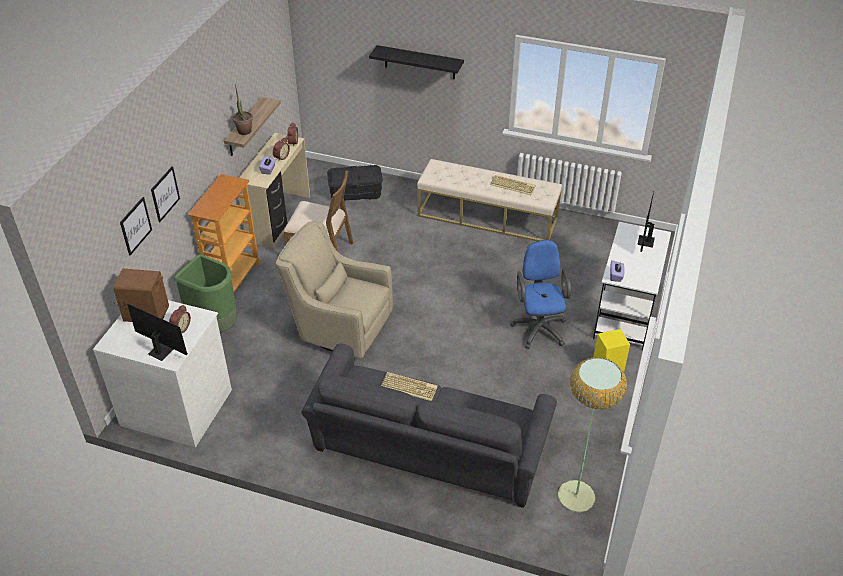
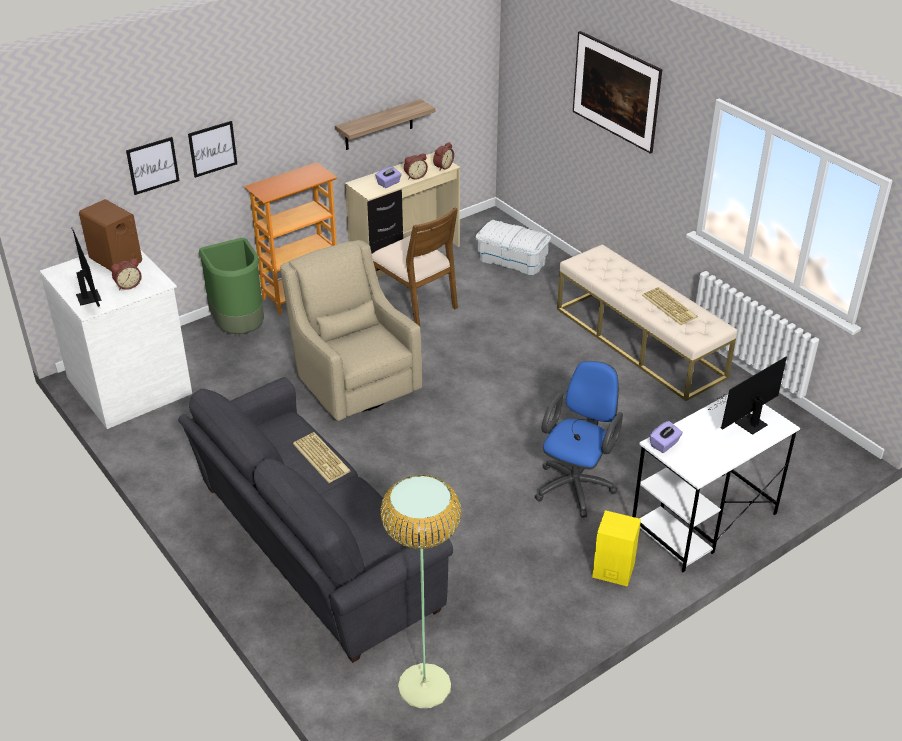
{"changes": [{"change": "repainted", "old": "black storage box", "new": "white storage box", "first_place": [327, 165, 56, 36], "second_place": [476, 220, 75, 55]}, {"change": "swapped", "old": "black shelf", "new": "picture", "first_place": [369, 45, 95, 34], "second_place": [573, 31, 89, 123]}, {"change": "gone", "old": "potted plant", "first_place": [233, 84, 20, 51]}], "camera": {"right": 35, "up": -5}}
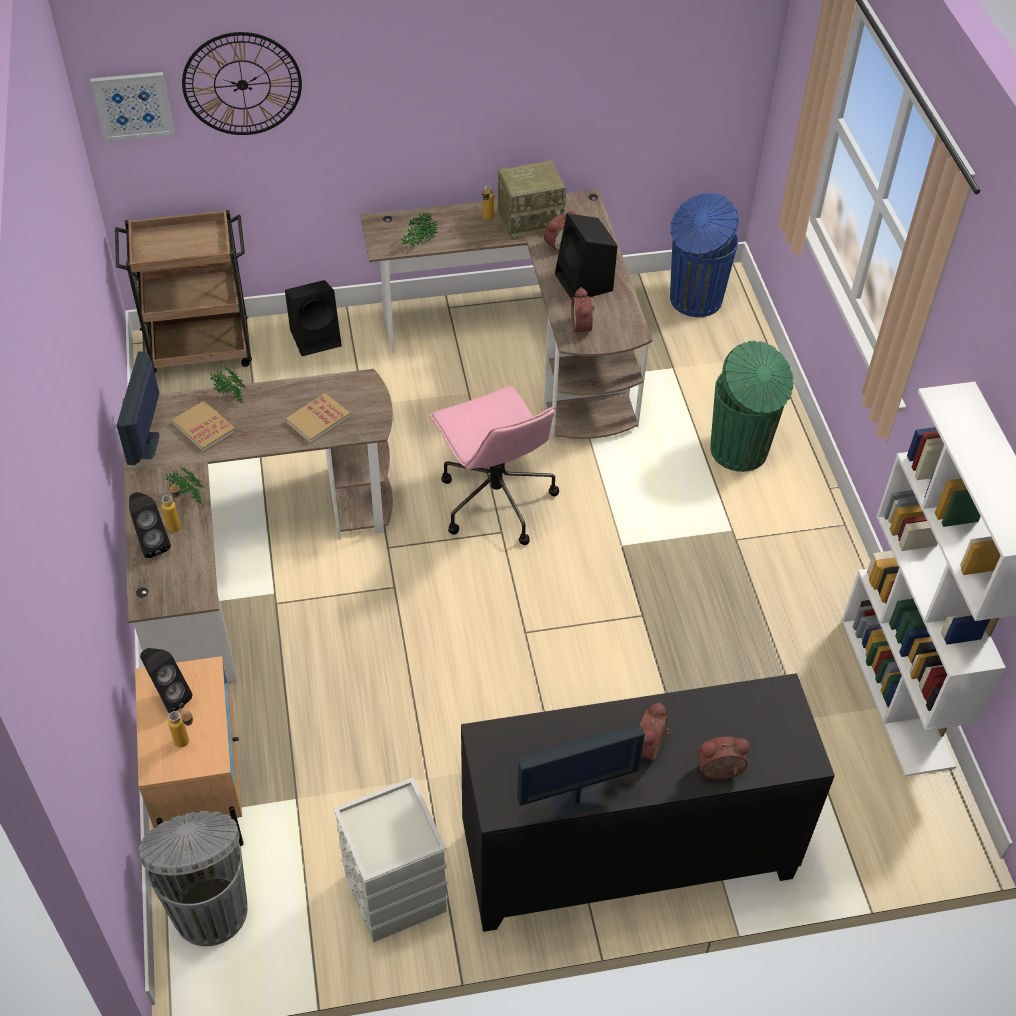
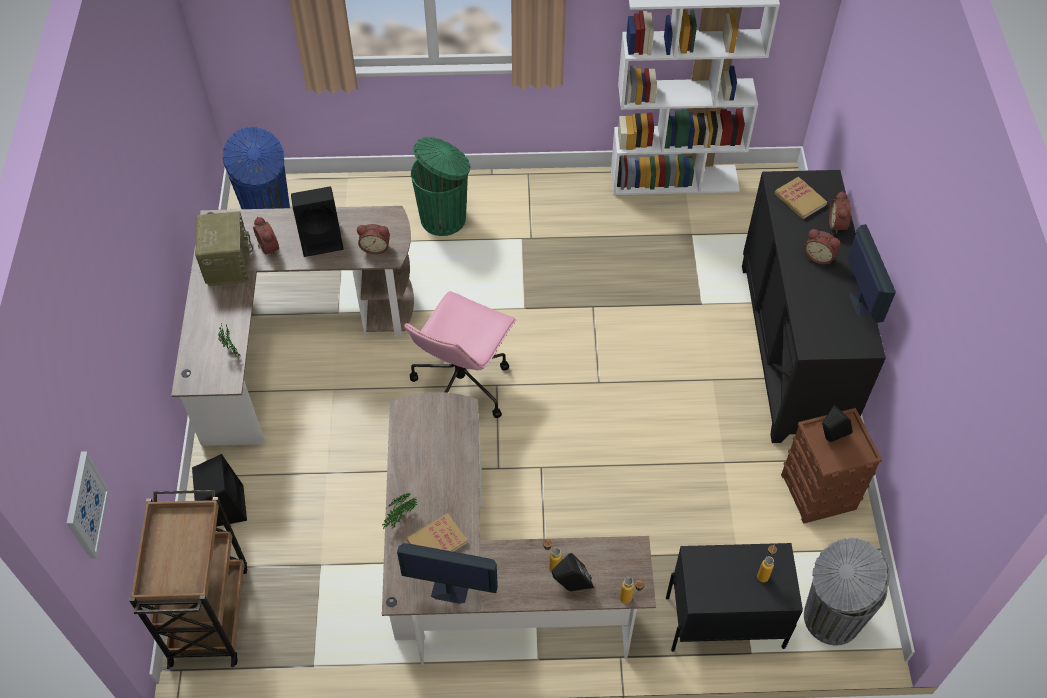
{"changes": [{"change": "rotated", "old": "pink office chair", "first_place": [430, 386, 129, 159], "second_place": [404, 291, 113, 127], "degrees": 135}, {"change": "shifted", "old": "bottle", "first_place": [482, 185, 12, 35], "second_place": [620, 577, 25, 26]}, {"change": "repainted", "old": "beige nightstand", "new": "black nightstand", "first_place": [135, 656, 109, 190], "second_place": [666, 543, 137, 109]}, {"change": "shifted", "old": "book", "first_place": [285, 393, 66, 50], "second_place": [774, 177, 53, 42]}, {"change": "repainted", "old": "grey storage box", "new": "brown storage box", "first_place": [333, 777, 115, 165], "second_place": [781, 408, 101, 116]}, {"change": "shifted", "old": "black speaker", "first_place": [140, 648, 52, 65], "second_place": [822, 405, 31, 37]}, {"change": "gone", "old": "potted plant", "first_place": [165, 466, 40, 38]}, {"change": "gone", "old": "wall clock", "first_place": [182, 32, 120, 103]}], "camera": {"right": -80, "up": 5}}
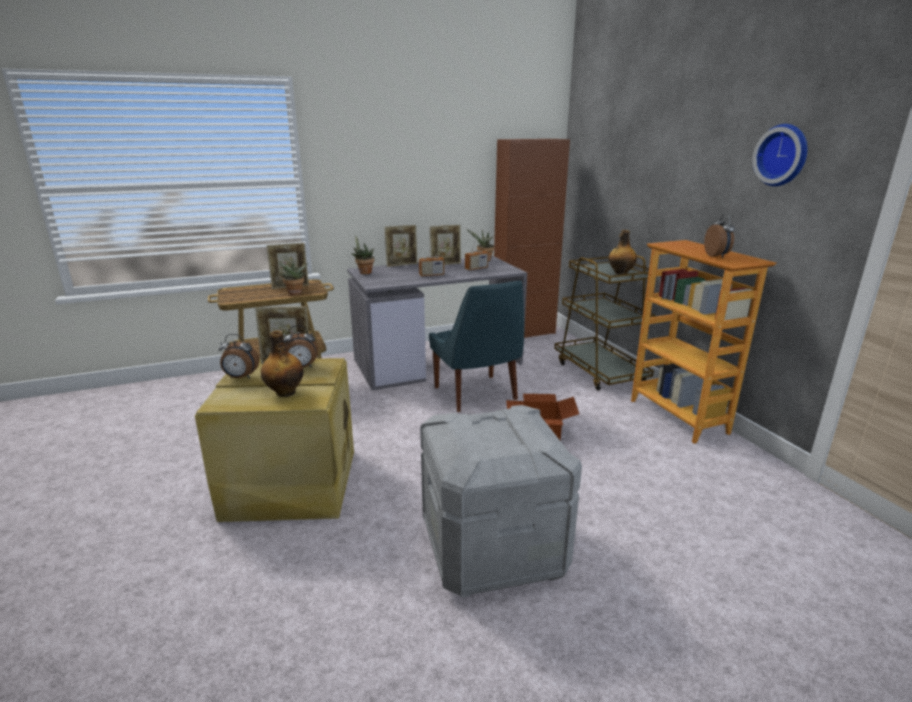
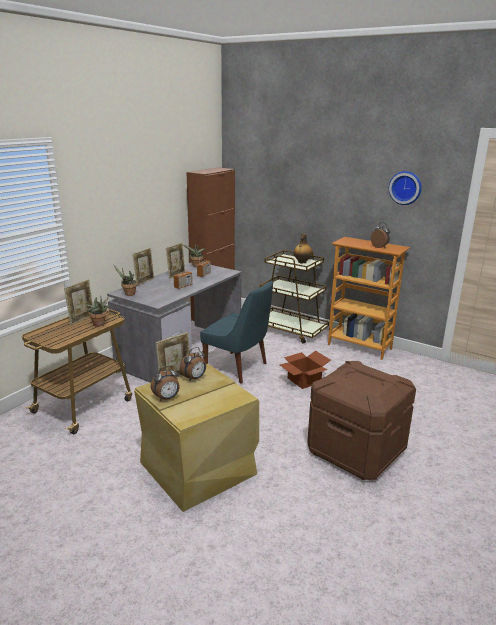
{"changes": [{"change": "repainted", "old": "grey storage box", "new": "brown storage box", "first_place": [420, 405, 162, 192], "second_place": [307, 361, 109, 119]}, {"change": "gone", "old": "bottle", "first_place": [261, 330, 43, 67]}], "camera": {"right": -35, "up": 0}}
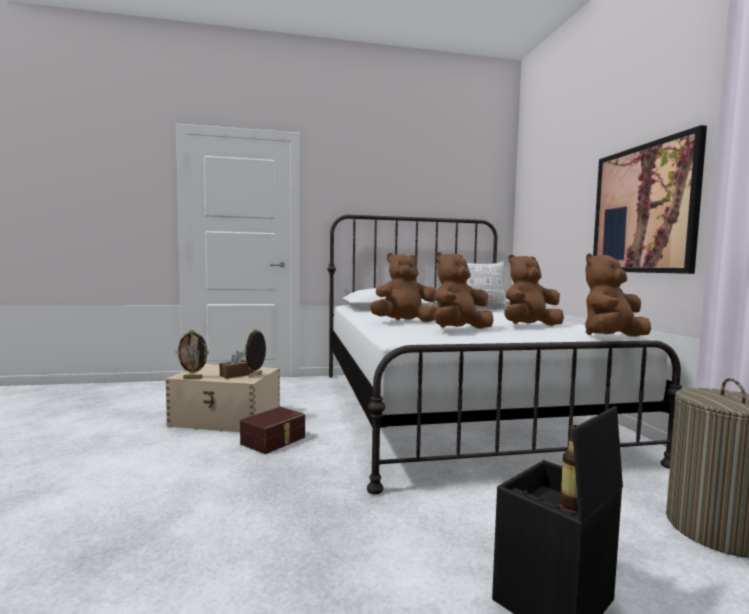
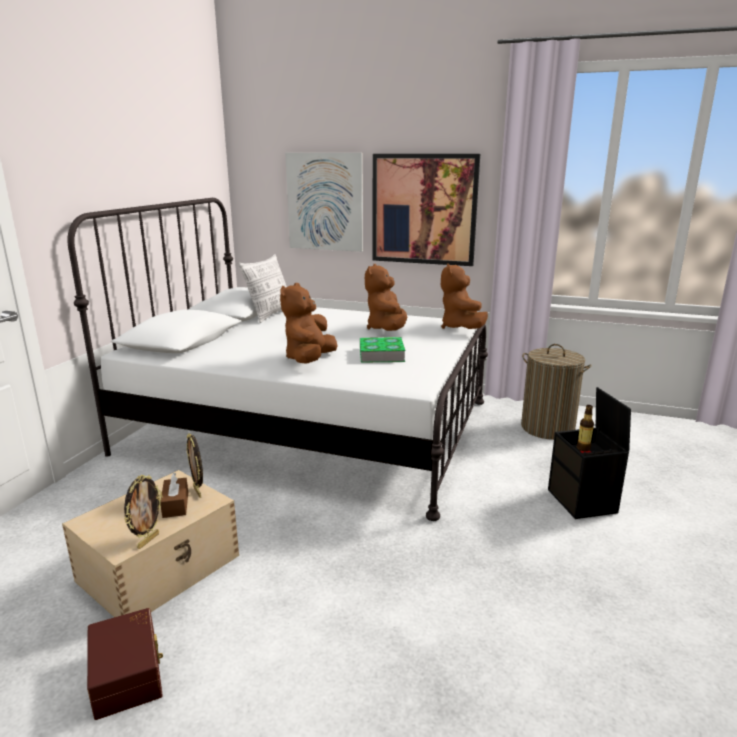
{"changes": [{"change": "shifted", "old": "brown storage box", "first_place": [240, 407, 65, 47], "second_place": [87, 608, 76, 112]}, {"change": "new", "new": "picture", "second_place": [285, 153, 78, 99]}, {"change": "swapped", "old": "brown plush toy", "new": "book", "first_place": [434, 252, 60, 77], "second_place": [360, 337, 46, 26]}], "camera": {"right": -60, "up": 15}}
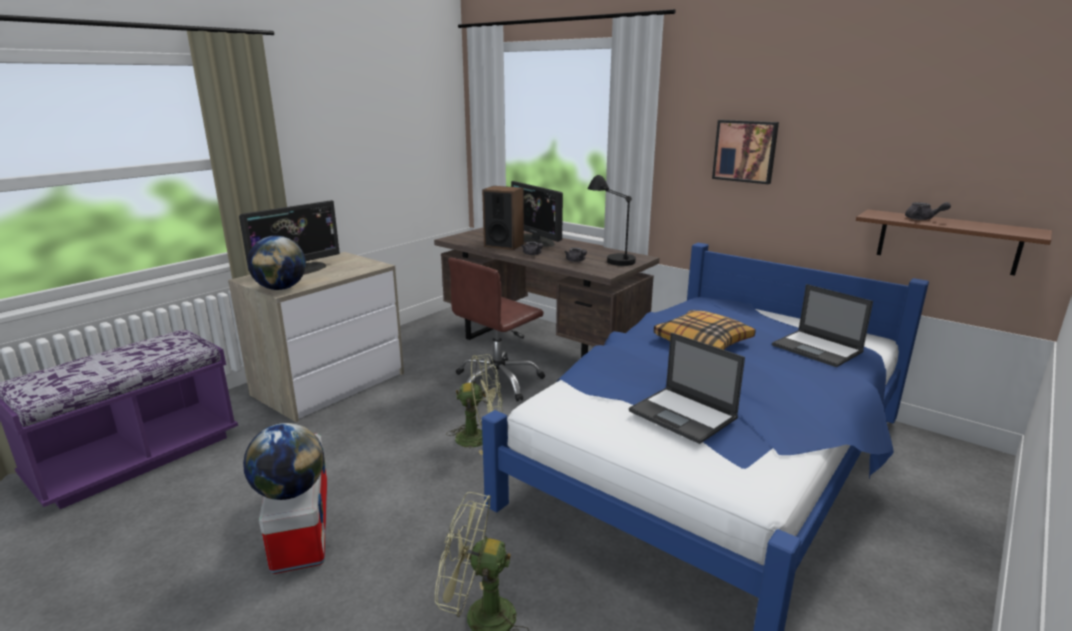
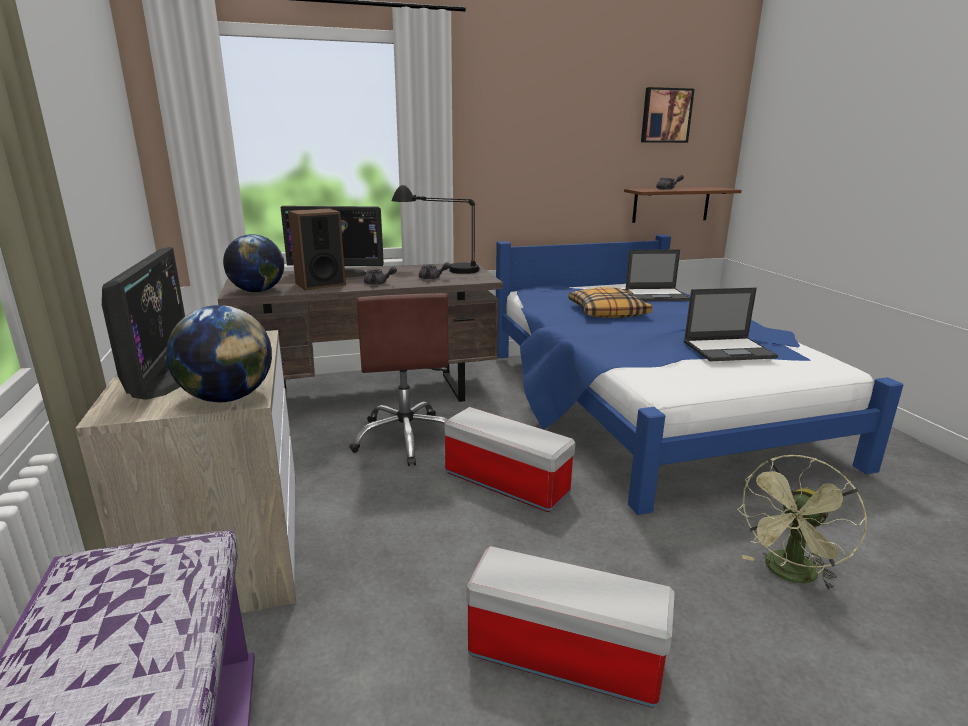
{"changes": [{"change": "shifted", "old": "globe", "first_place": [243, 423, 81, 77], "second_place": [223, 234, 61, 58]}, {"change": "swapped", "old": "green fan", "new": "storage box", "first_place": [446, 354, 57, 101], "second_place": [444, 407, 131, 105]}, {"change": "shifted", "old": "picture", "first_place": [712, 120, 67, 64], "second_place": [641, 87, 54, 56]}], "camera": {"right": -55, "up": 0}}
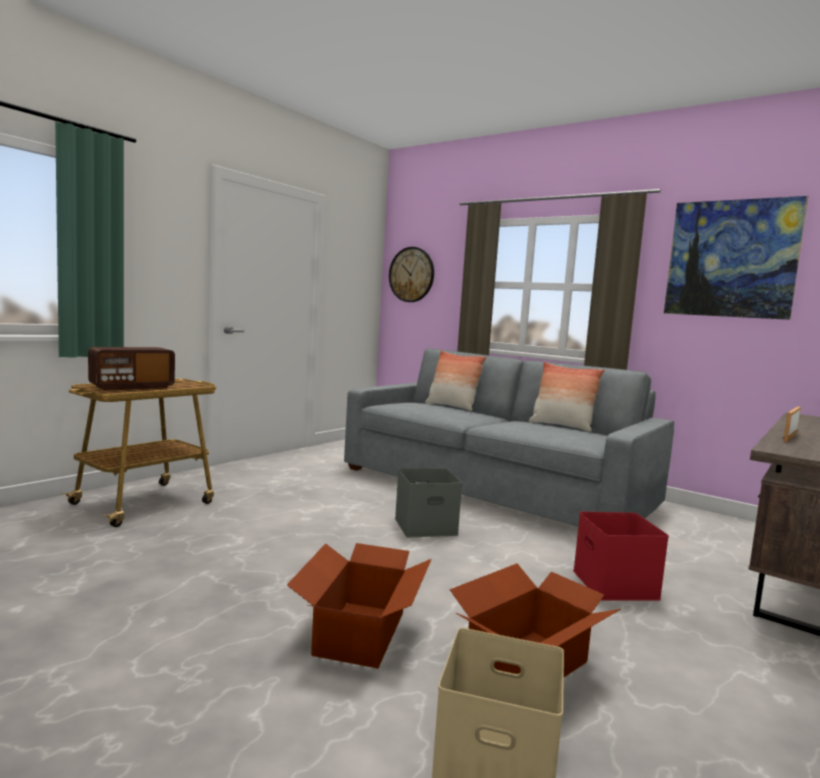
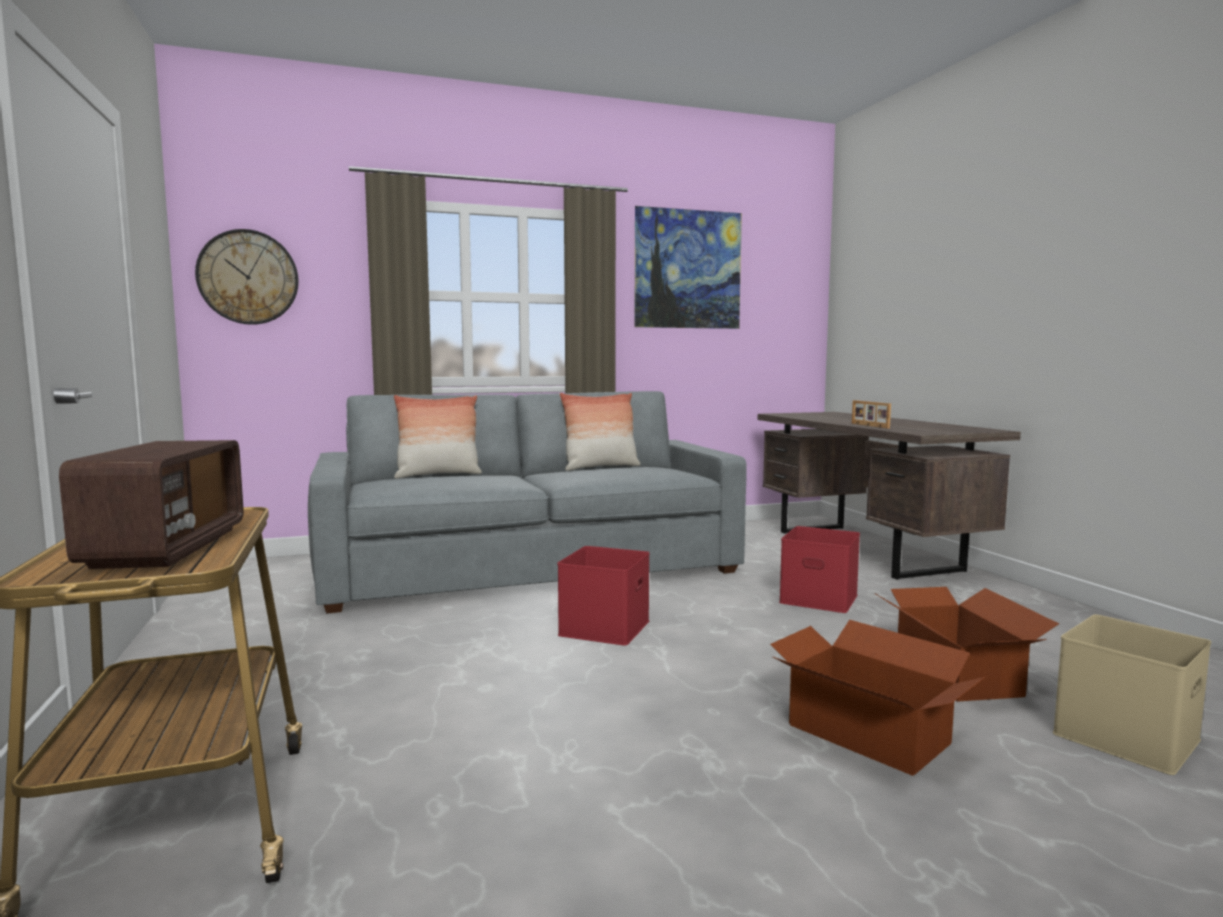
{"changes": [{"change": "repainted", "old": "grey storage box", "new": "red storage box", "first_place": [395, 468, 67, 69], "second_place": [557, 546, 93, 100]}], "camera": {"right": -55, "up": 0}}
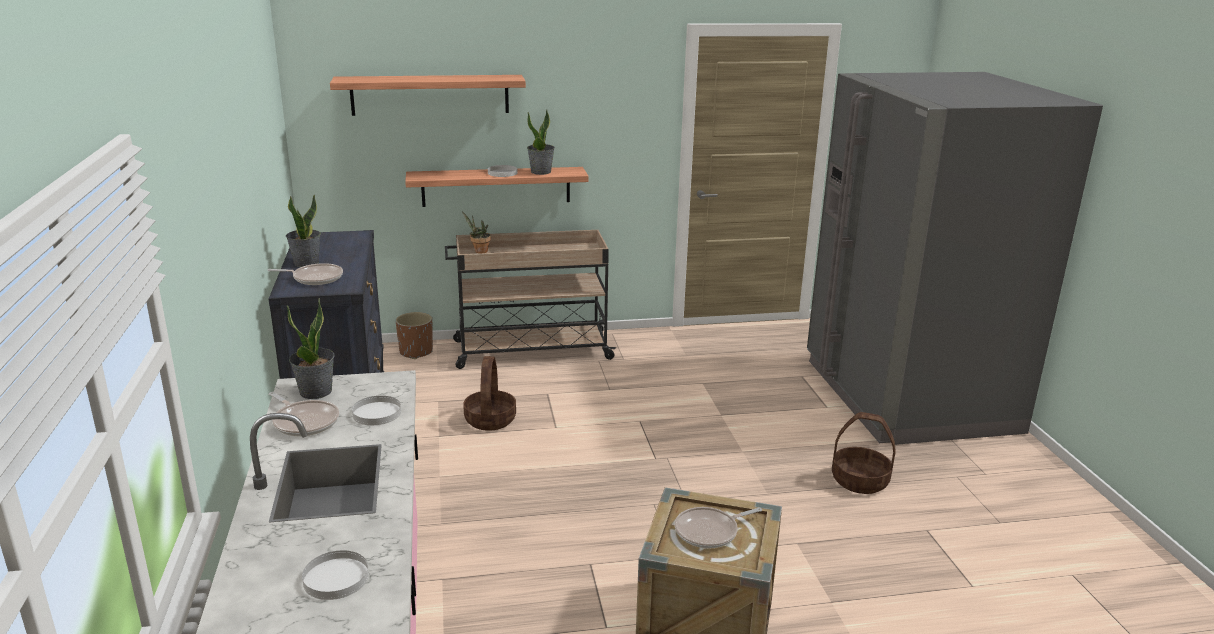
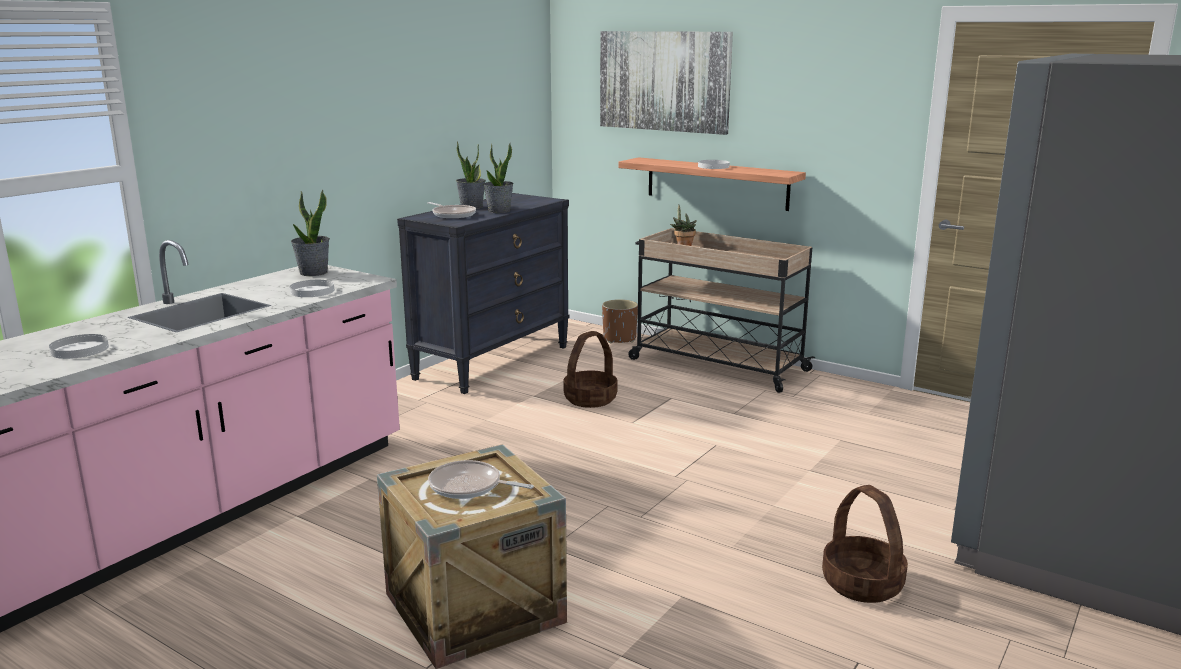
{"changes": [{"change": "shifted", "old": "potted plant", "first_place": [527, 110, 28, 65], "second_place": [483, 143, 31, 70]}, {"change": "swapped", "old": "shelf", "new": "picture", "first_place": [330, 75, 196, 41], "second_place": [600, 31, 133, 104]}, {"change": "gone", "old": "frying pan", "first_place": [269, 392, 70, 45]}], "camera": {"right": 45, "up": -5}}
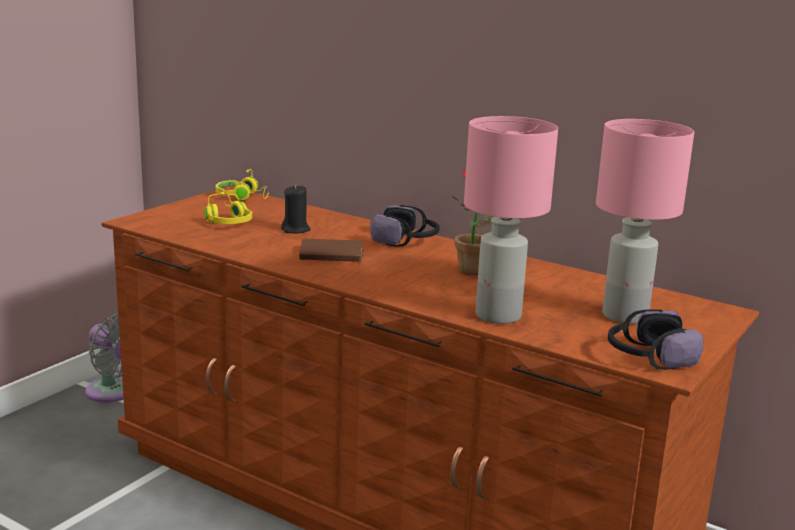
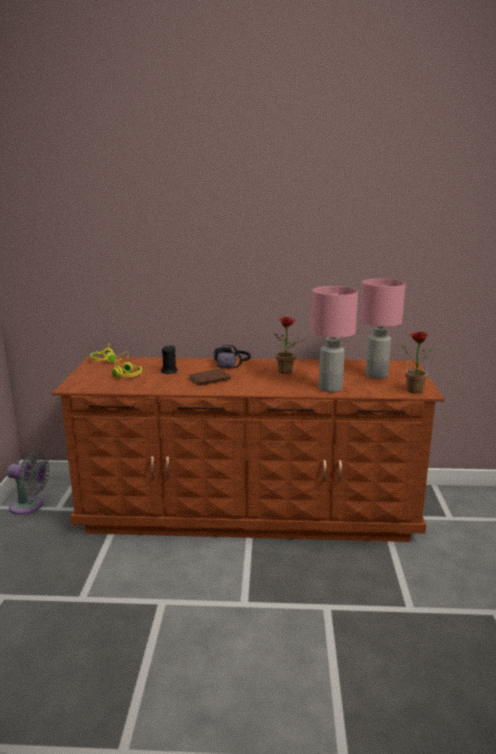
{"changes": [{"change": "swapped", "old": "headphones", "new": "potted plant", "first_place": [608, 309, 95, 61], "second_place": [401, 332, 33, 61]}], "camera": {"right": -30, "up": 0}}
